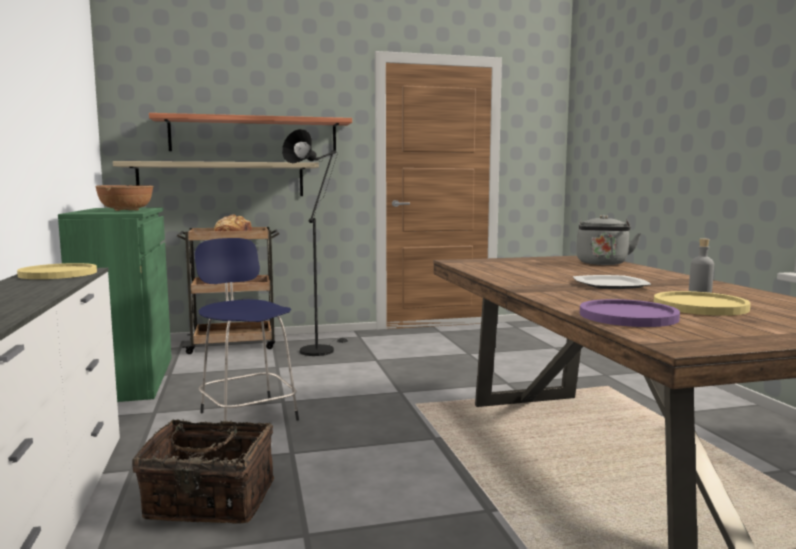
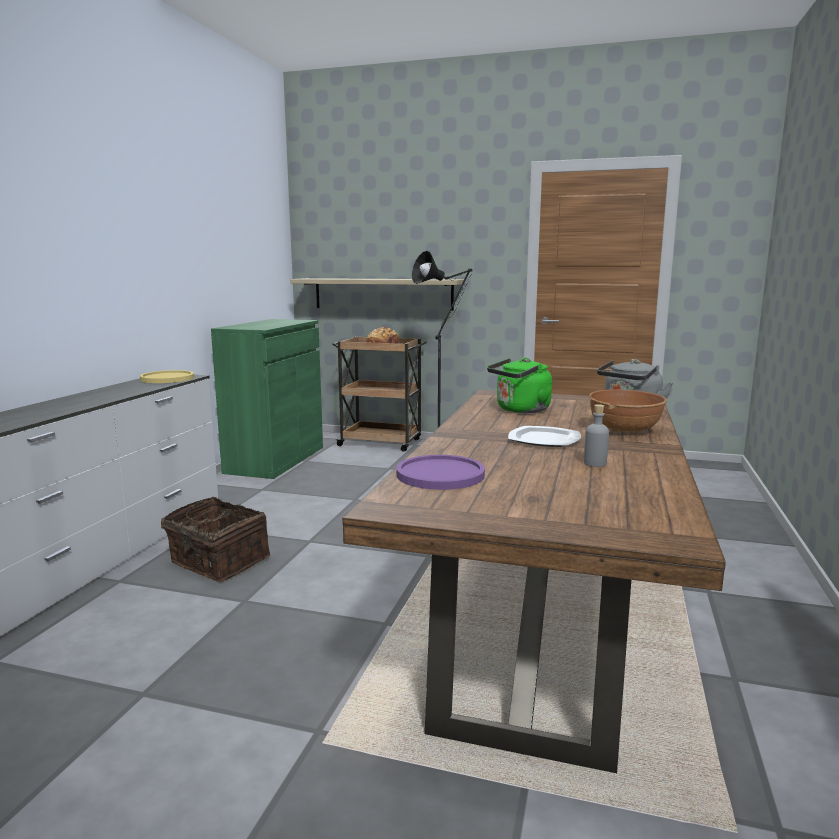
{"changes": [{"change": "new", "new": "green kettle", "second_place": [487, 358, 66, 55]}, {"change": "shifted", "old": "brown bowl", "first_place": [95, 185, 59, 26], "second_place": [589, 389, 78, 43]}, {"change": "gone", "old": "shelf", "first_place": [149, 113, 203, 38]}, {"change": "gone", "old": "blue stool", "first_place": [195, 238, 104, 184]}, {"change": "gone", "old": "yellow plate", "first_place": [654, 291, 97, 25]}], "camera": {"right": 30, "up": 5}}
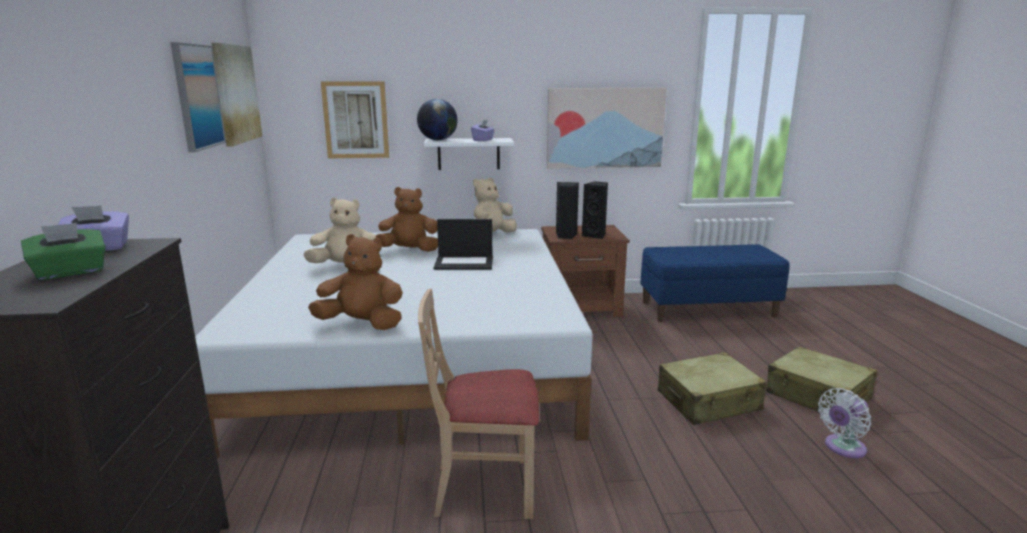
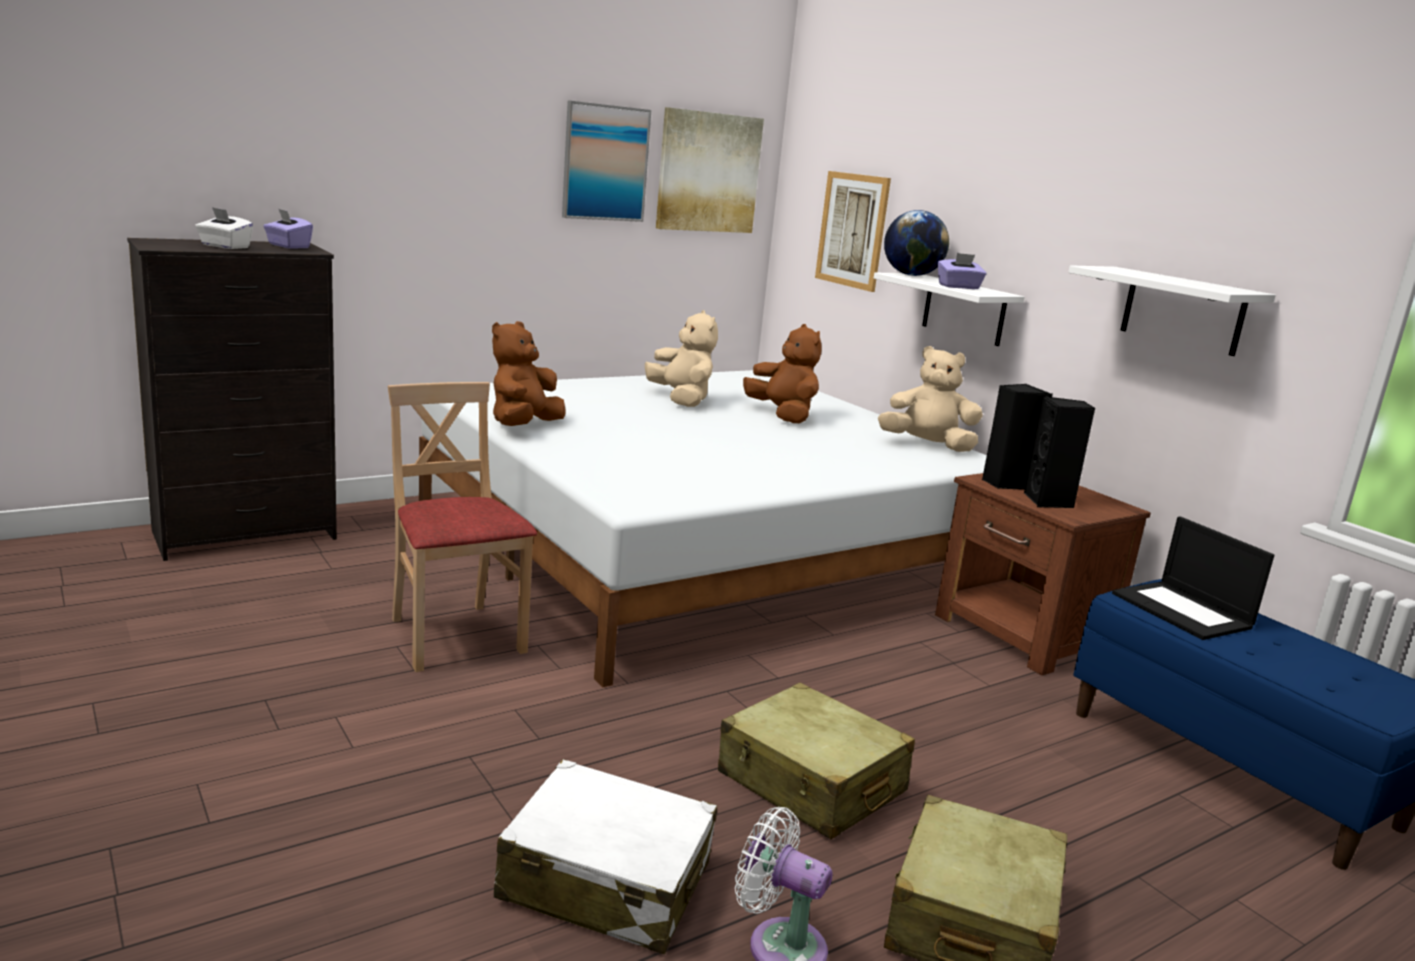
{"changes": [{"change": "repainted", "old": "green tissue box", "new": "white tissue box", "first_place": [21, 223, 85, 57], "second_place": [195, 207, 58, 42]}, {"change": "rotated", "old": "brown plush toy", "first_place": [308, 234, 95, 96], "second_place": [492, 321, 74, 105], "degrees": -135}, {"change": "new", "new": "white suitcase", "second_place": [494, 759, 223, 195]}, {"change": "swapped", "old": "picture", "new": "white shelf", "first_place": [547, 88, 120, 80], "second_place": [1068, 265, 208, 91]}, {"change": "shifted", "old": "laptop", "first_place": [434, 219, 59, 51], "second_place": [1112, 516, 162, 124]}], "camera": {"right": 60, "up": 0}}
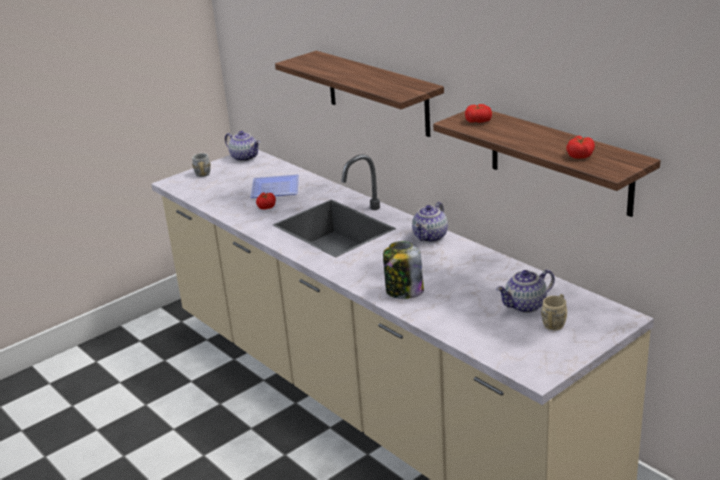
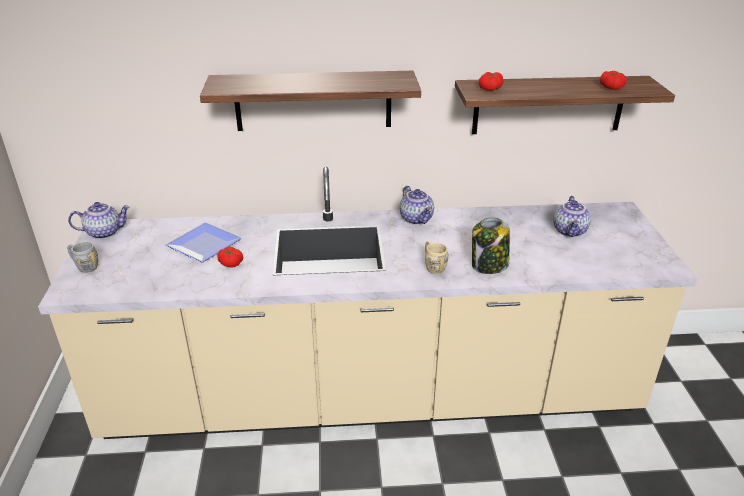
{"changes": [{"change": "shifted", "old": "beige mug", "first_place": [541, 294, 26, 36], "second_place": [425, 241, 24, 33]}], "camera": {"right": -55, "up": 5}}
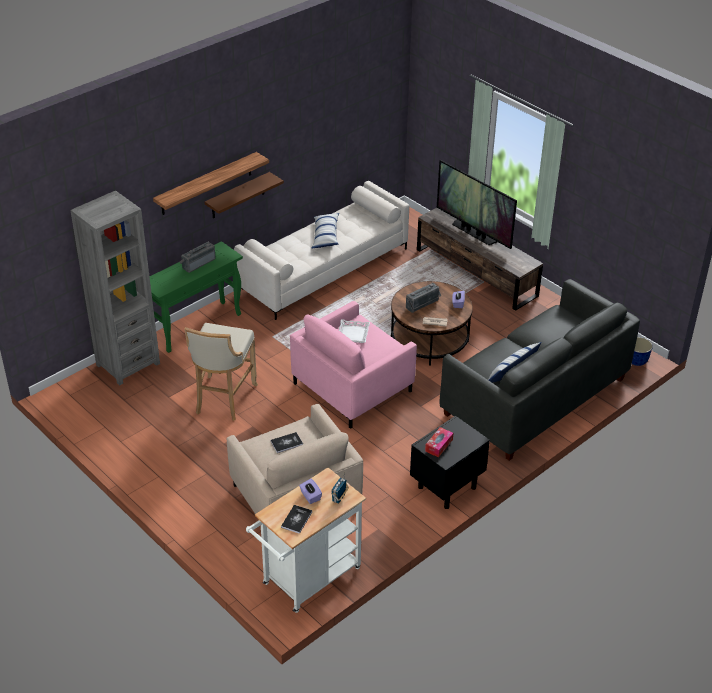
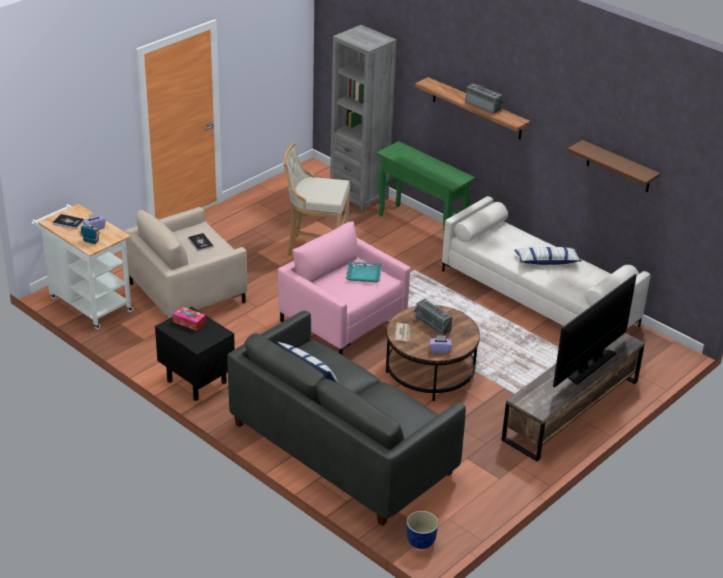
{"changes": [{"change": "repainted", "old": "white tray", "new": "turquoise tray", "first_place": [339, 319, 31, 24], "second_place": [346, 261, 36, 21]}, {"change": "shifted", "old": "radio", "first_place": [179, 242, 37, 31], "second_place": [465, 83, 39, 31]}, {"change": "shifted", "old": "brown shelf", "first_place": [205, 172, 79, 46], "second_place": [567, 140, 93, 53]}], "camera": {"right": 85, "up": -5}}
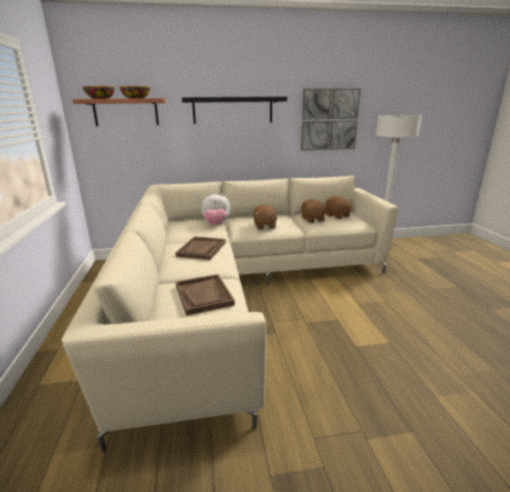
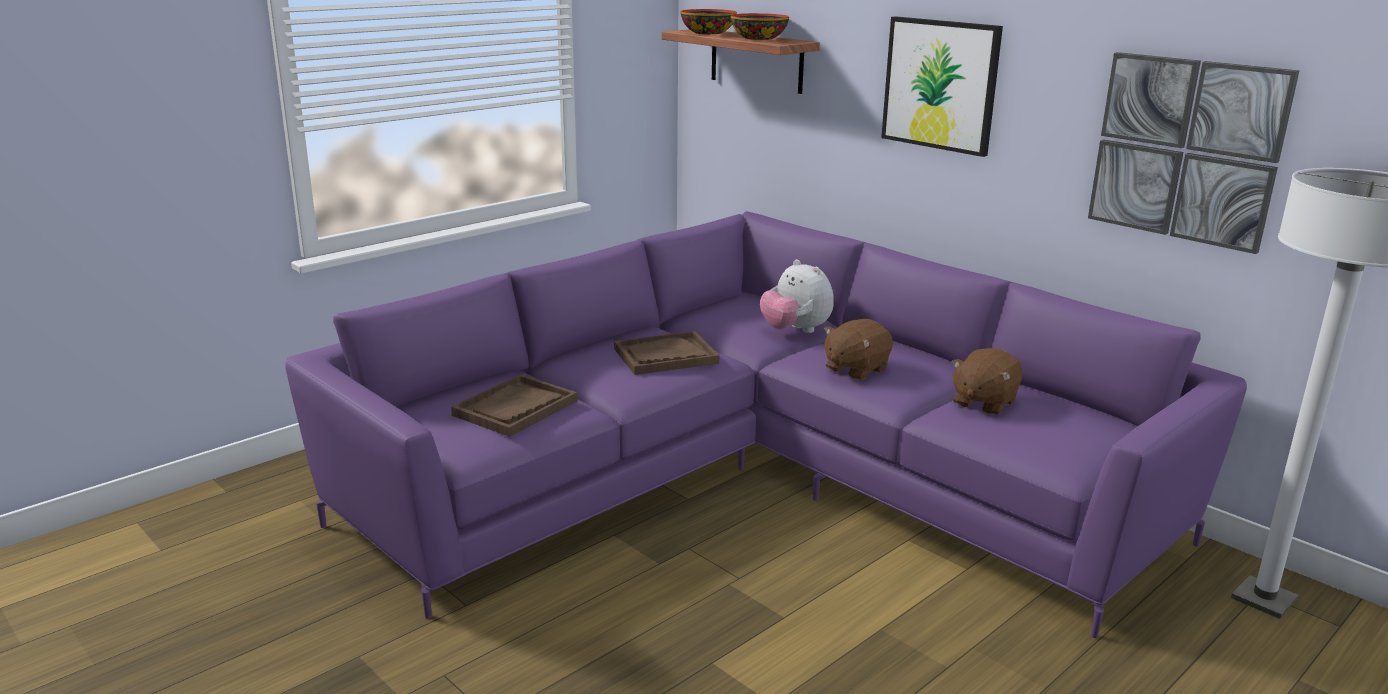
{"changes": [{"change": "repainted", "old": "beige sofa", "new": "purple sofa", "first_place": [62, 175, 336, 277], "second_place": [286, 211, 961, 427]}, {"change": "swapped", "old": "black shelf", "new": "picture", "first_place": [182, 97, 105, 27], "second_place": [881, 16, 122, 141]}, {"change": "gone", "old": "brown plush toy", "first_place": [325, 196, 27, 23]}], "camera": {"right": 55, "up": 0}}
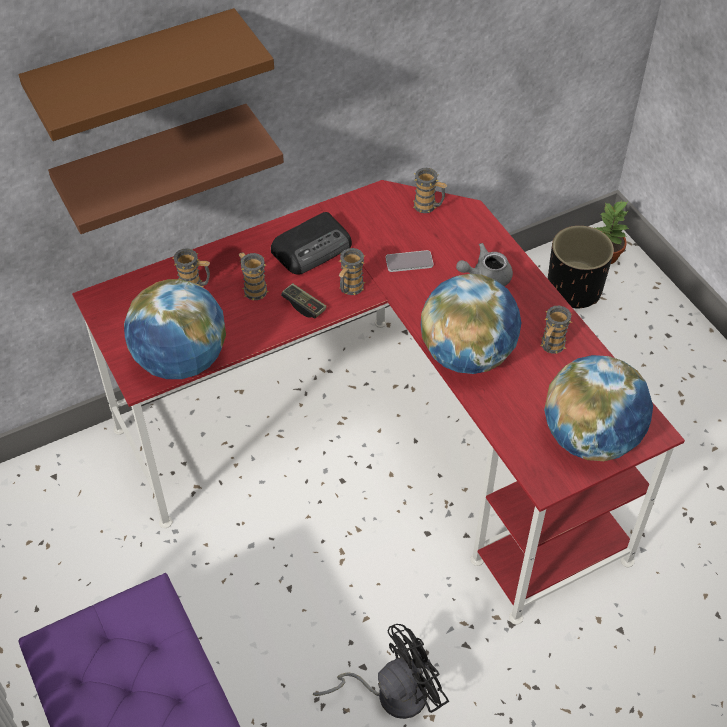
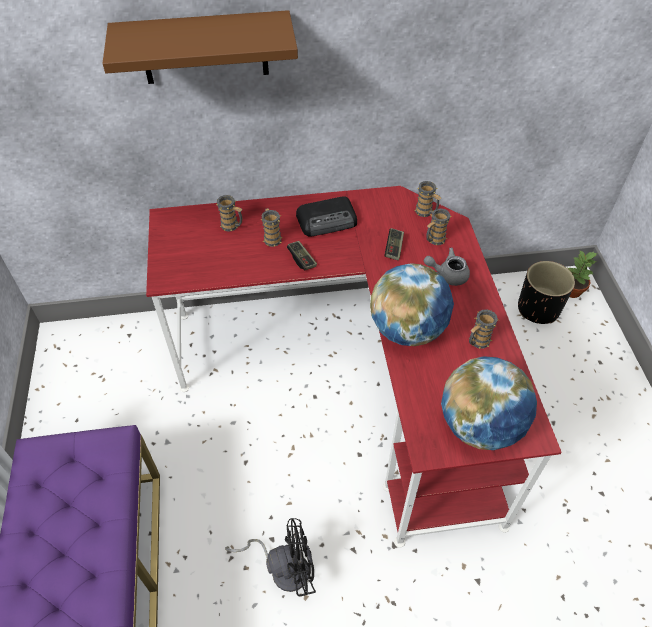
{"changes": [{"change": "swapped", "old": "phone", "new": "game controller", "first_place": [386, 250, 47, 22], "second_place": [384, 228, 20, 32]}, {"change": "shifted", "old": "mug", "first_place": [338, 248, 28, 47], "second_place": [426, 208, 25, 37]}, {"change": "gone", "old": "brown shelf", "first_place": [48, 104, 236, 130]}, {"change": "gone", "old": "globe", "first_place": [124, 279, 102, 100]}], "camera": {"right": 20, "up": 0}}
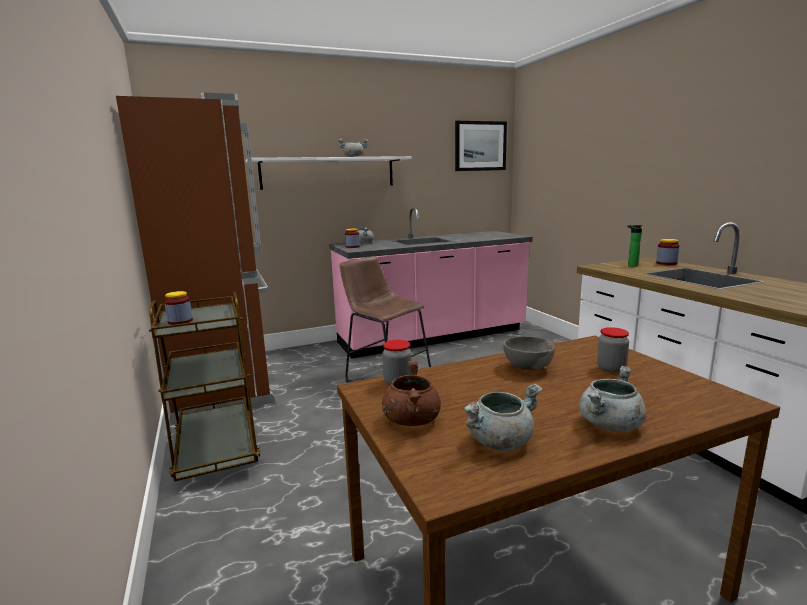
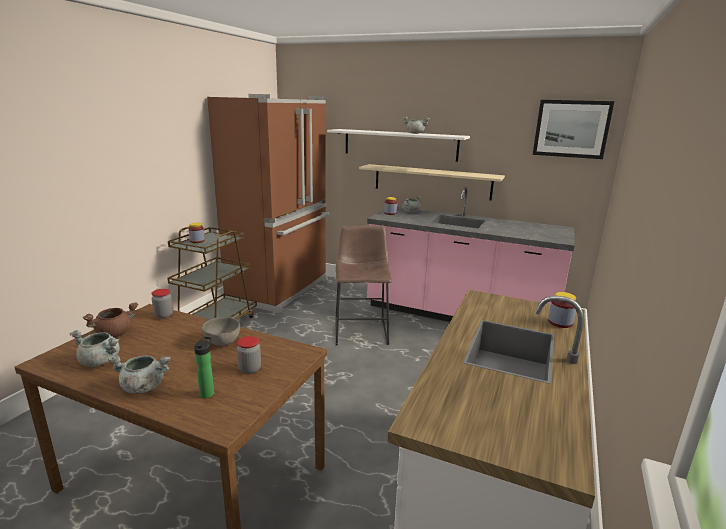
{"changes": [{"change": "shifted", "old": "bottle", "first_place": [627, 225, 15, 42], "second_place": [194, 337, 20, 61]}, {"change": "new", "new": "beige shelf", "second_place": [359, 164, 146, 36]}], "camera": {"right": 45, "up": 5}}
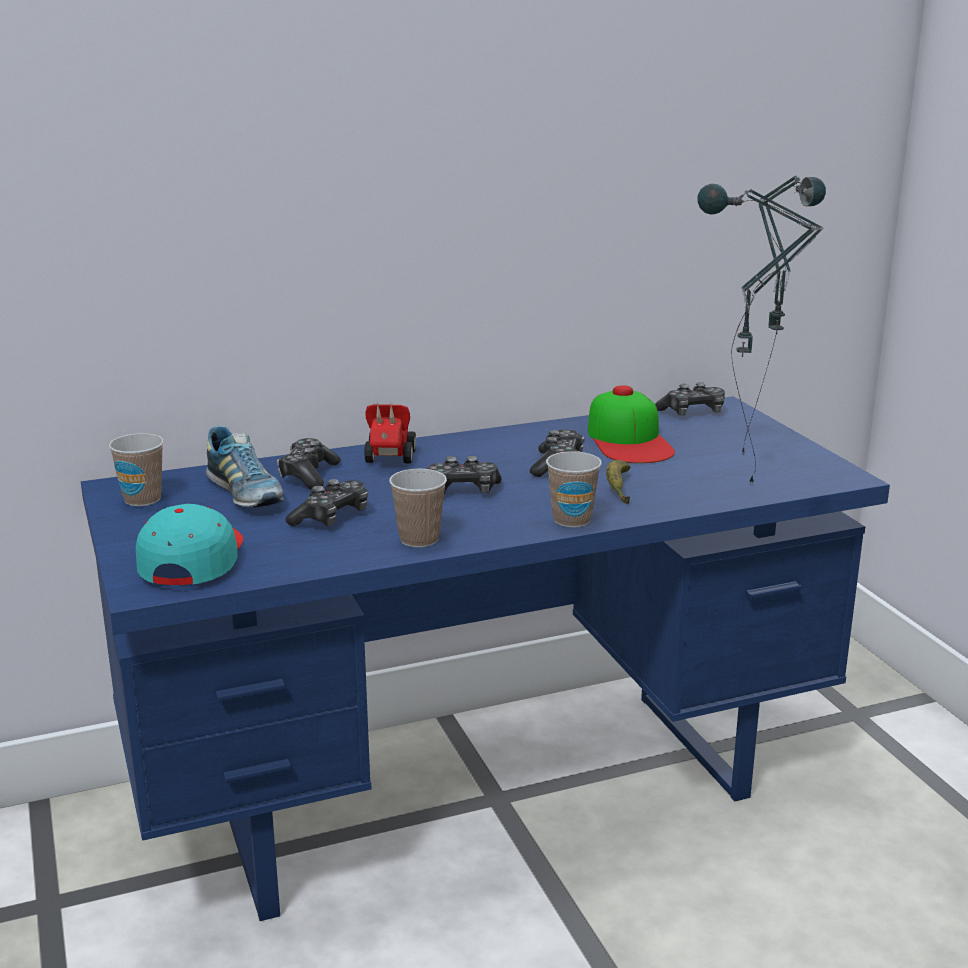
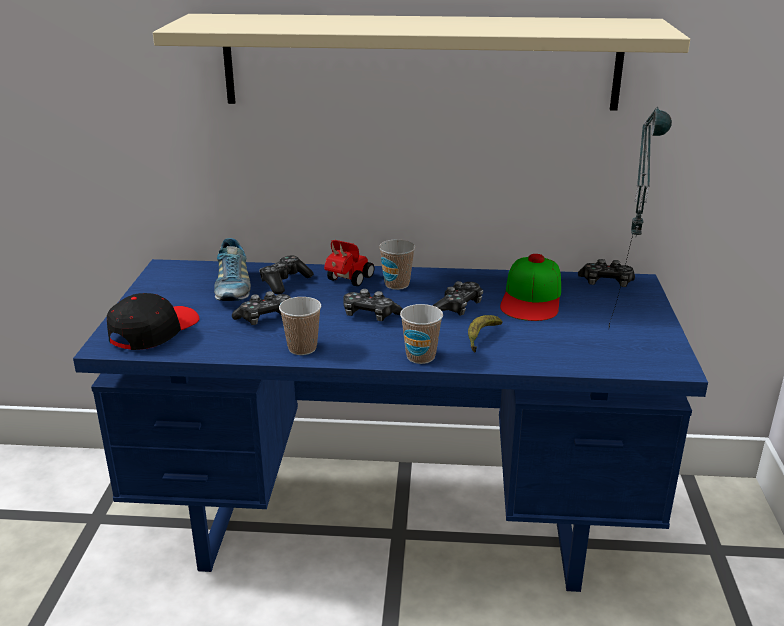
{"changes": [{"change": "repainted", "old": "turquoise cap", "new": "black cap", "first_place": [136, 504, 107, 81], "second_place": [107, 293, 93, 57]}, {"change": "new", "new": "beige shelf", "second_place": [153, 14, 537, 97]}, {"change": "shifted", "old": "cup", "first_place": [109, 433, 55, 73], "second_place": [379, 239, 36, 51]}, {"change": "gone", "old": "table lamp", "first_place": [697, 183, 127, 302]}], "camera": {"right": 25, "up": 5}}
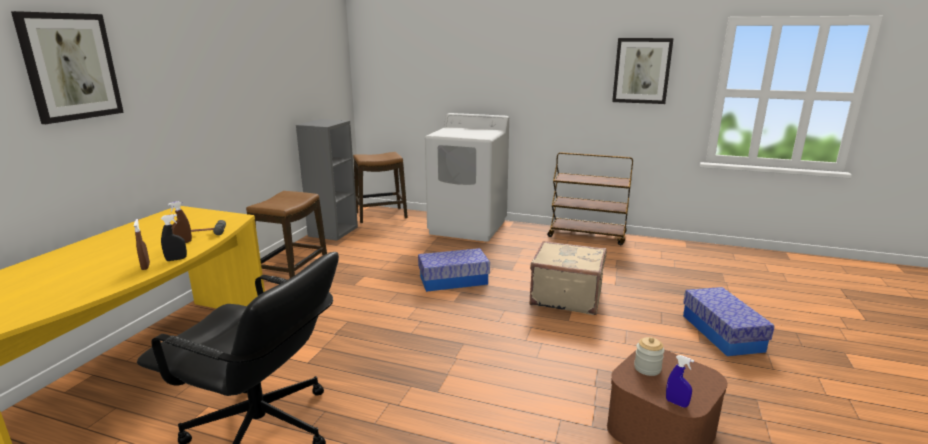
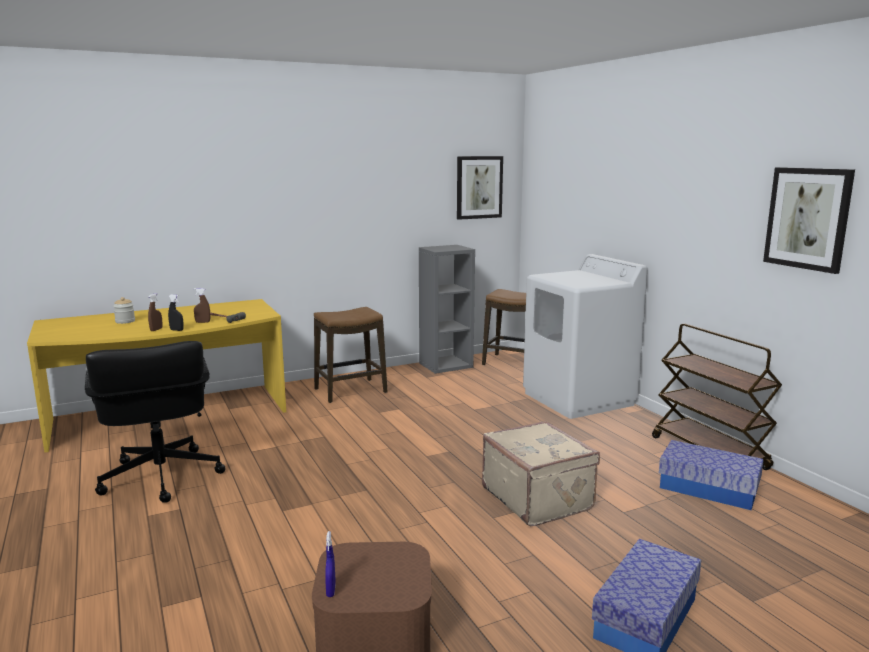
{"changes": [{"change": "shifted", "old": "jar", "first_place": [634, 337, 30, 39], "second_place": [113, 297, 22, 27]}, {"change": "shifted", "old": "picture", "first_place": [11, 11, 113, 113], "second_place": [457, 156, 46, 64]}, {"change": "shifted", "old": "storage box", "first_place": [418, 248, 72, 44], "second_place": [659, 440, 105, 70]}], "camera": {"right": 45, "up": -5}}
